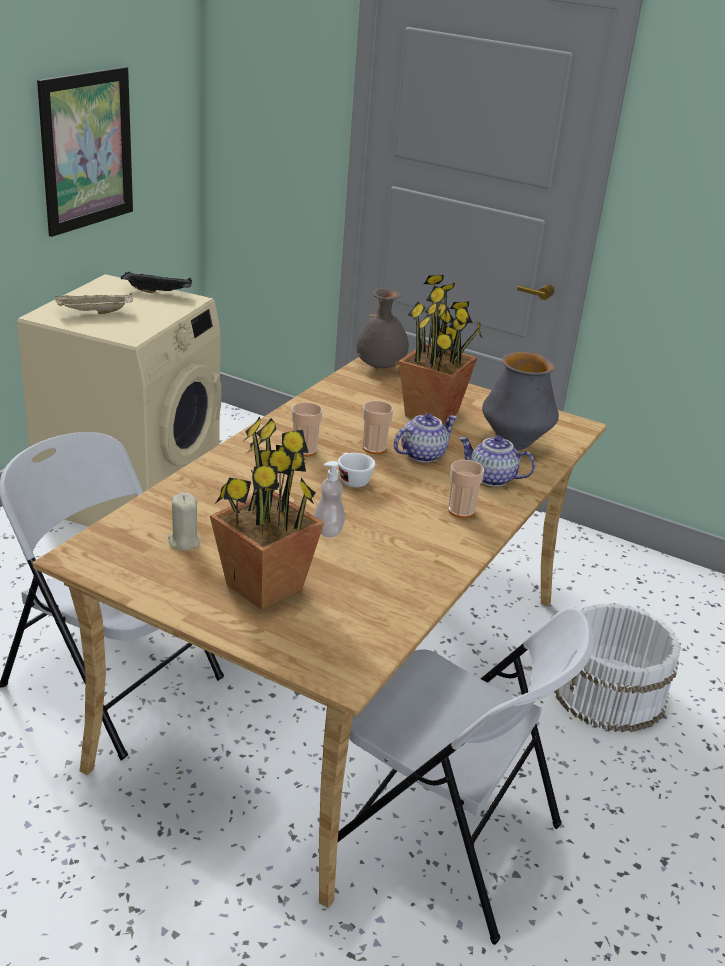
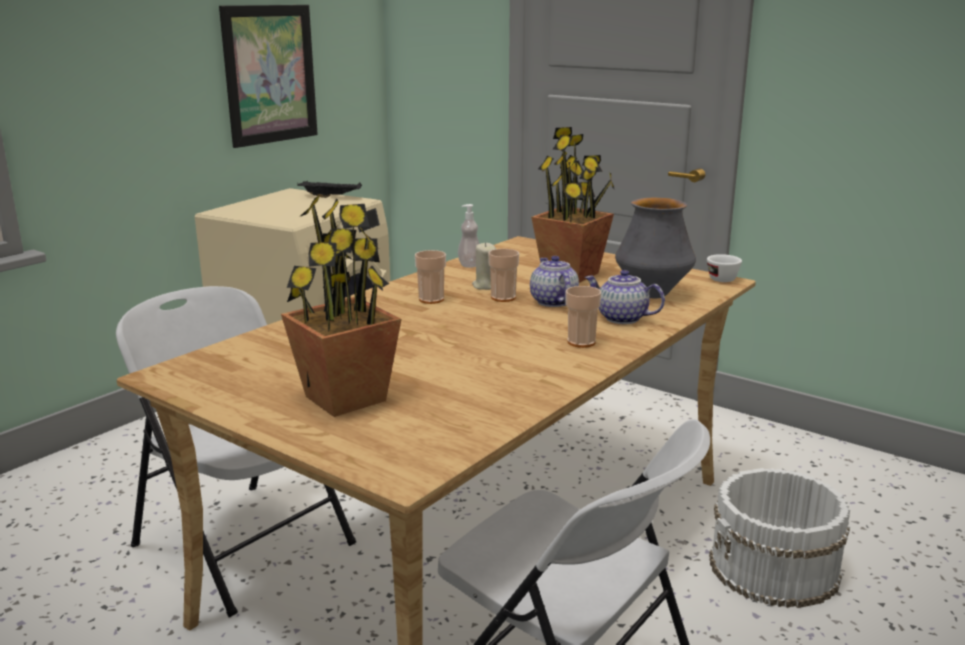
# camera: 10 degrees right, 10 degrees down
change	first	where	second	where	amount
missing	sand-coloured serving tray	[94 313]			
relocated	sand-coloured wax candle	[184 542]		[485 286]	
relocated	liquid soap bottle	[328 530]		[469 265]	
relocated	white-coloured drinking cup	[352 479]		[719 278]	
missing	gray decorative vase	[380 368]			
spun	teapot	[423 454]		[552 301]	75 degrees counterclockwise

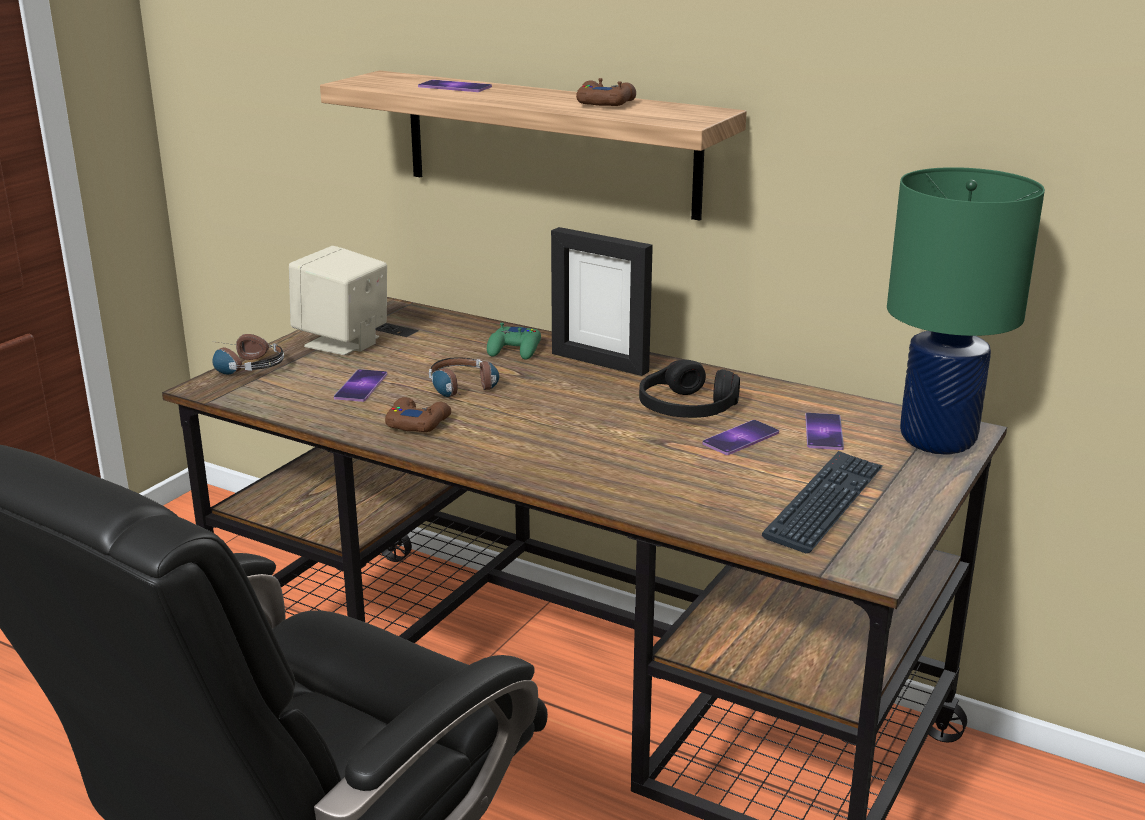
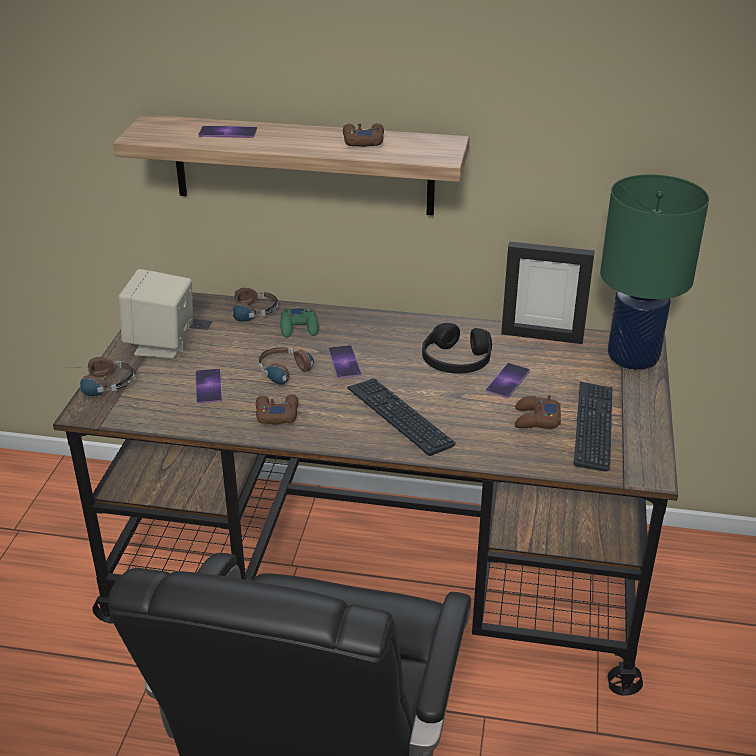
# camera: 20 degrees left, 10 degrees up
change	first	where	second	where	amount
relocated	photo frame	[601 361]		[542 335]	
relocated	telephone	[823 432]		[344 362]	
appeared			headset	[245 312]	
appeared			PC keyboard	[399 417]	
appeared			brown joypad	[536 419]	

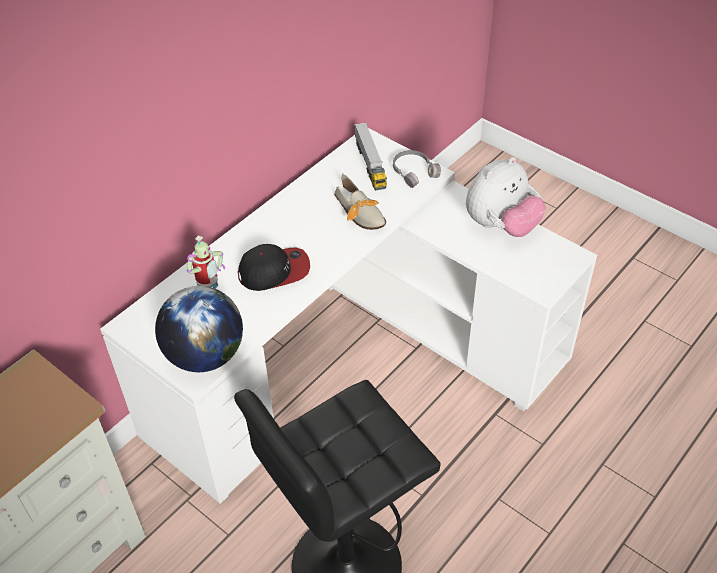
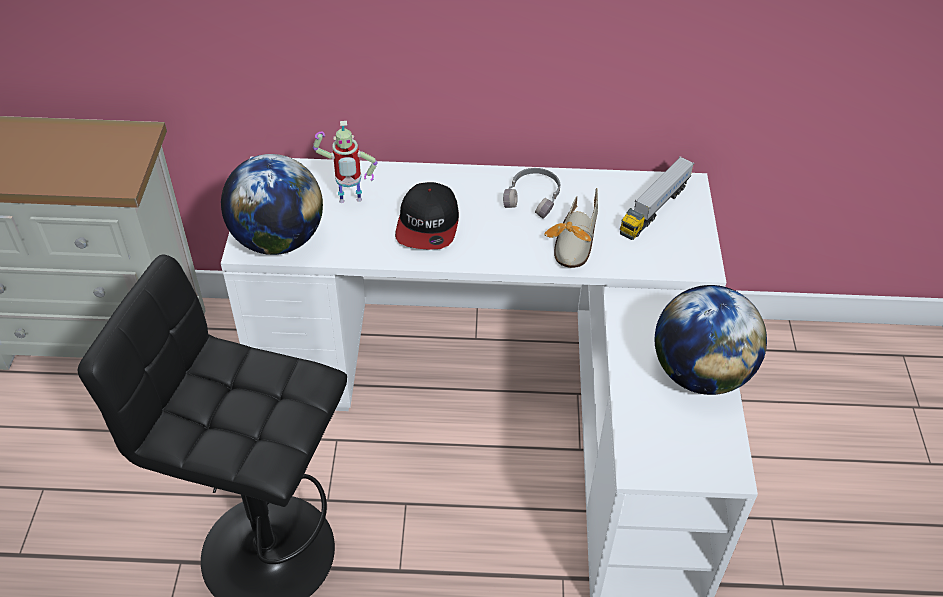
# camera: 50 degrees right, 0 degrees up
change	first	where	second	where	amount
spun	cap	[274 271]		[428 225]	60 degrees clockwise
relocated	gray headset	[414 172]		[534 197]	
exchanged	plush toy	[501 226]	world globe	[700 373]	

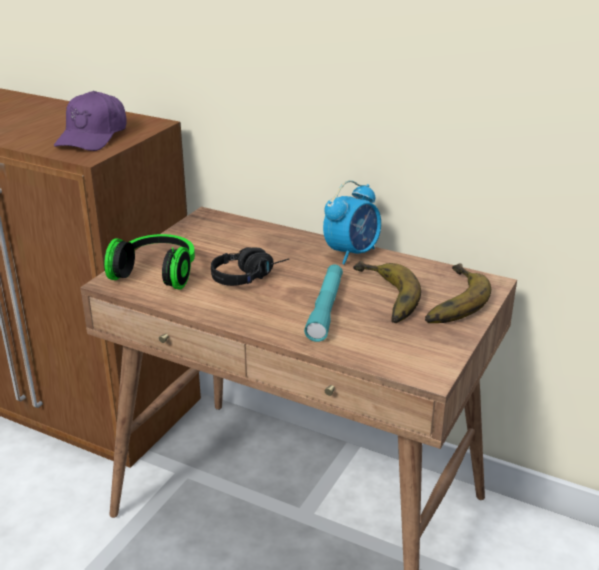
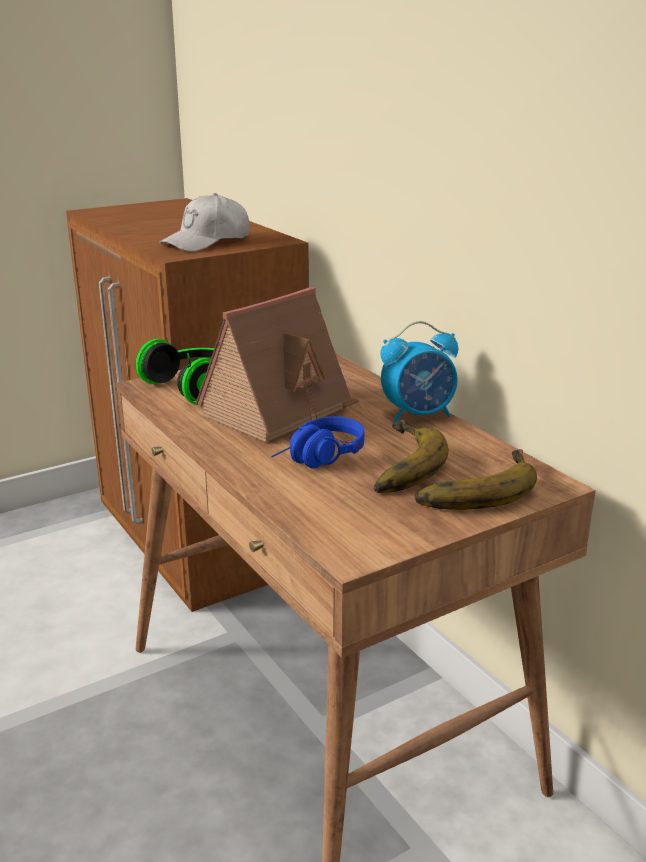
# camera: 30 degrees right, 5 degrees down
change	first	where	second	where	amount
colour	purplish cap	[93 136]	white-coloured cap	[207 242]	
exchanged	blackish headset	[249 276]	toy house	[280 410]	
exchanged	turquoise hand torch	[325 309]	bluish headset	[319 459]	

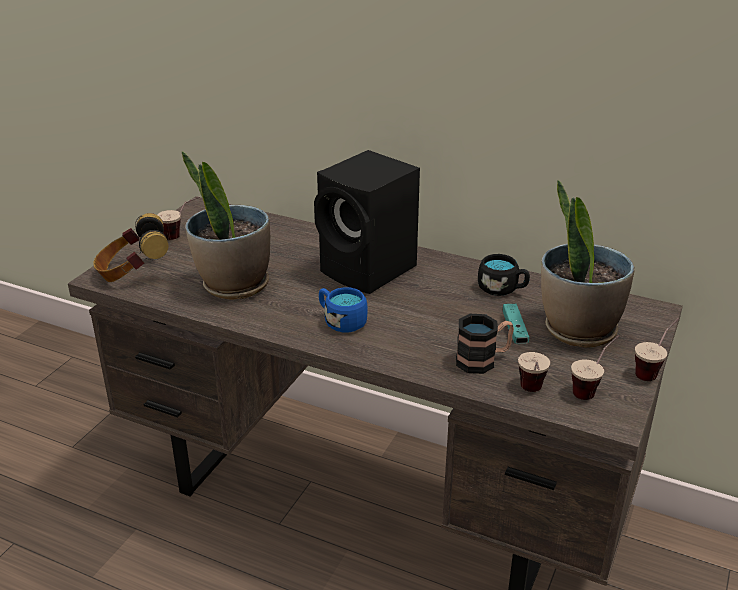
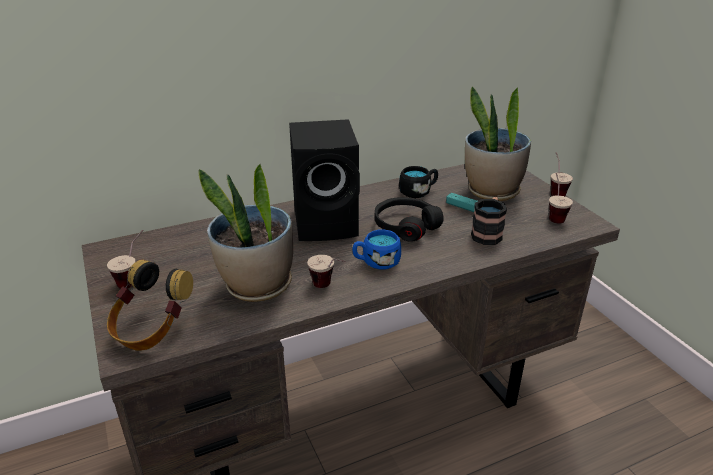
# camera: 50 degrees left, 0 degrees up
change	first	where	second	where	amount
relocated	drinking cup	[531 394]		[328 288]	
appeared			blackish headset	[405 226]	

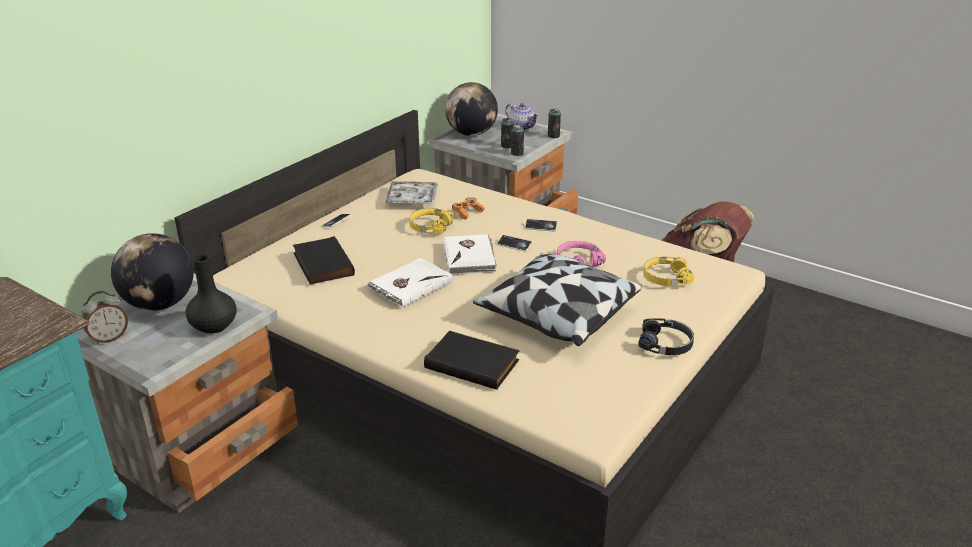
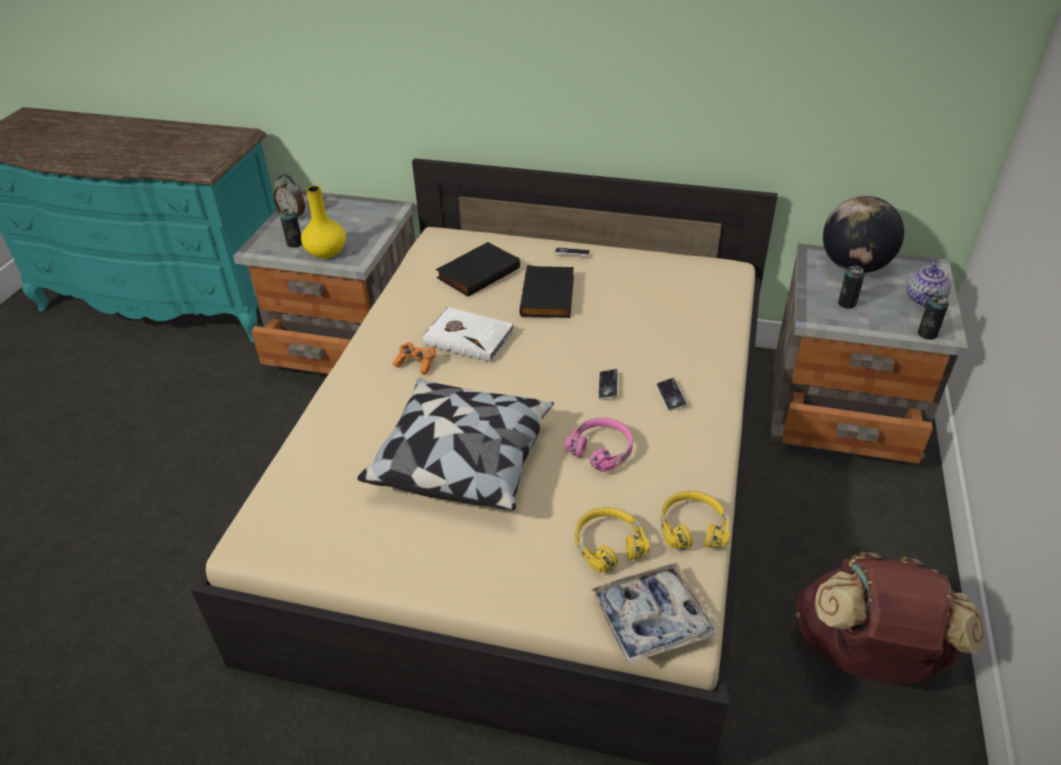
# camera: 70 degrees right, 10 degrees up
change	first	where	second	where	amount
missing	world globe	[160 304]			
colour	blackish decorative vase	[214 325]	yellowish decorative vase	[327 252]	
relocated	serving tray	[412 199]		[651 619]	
relocated	yellowish headset	[430 226]		[692 527]	
relocated	blackish bound book	[473 363]		[549 296]	
missing	white-coloured bound book	[470 257]			
relocated	orange joypad	[467 213]		[416 364]	
relocated	can	[517 153]		[294 243]	
missing	blackish headset	[666 344]			

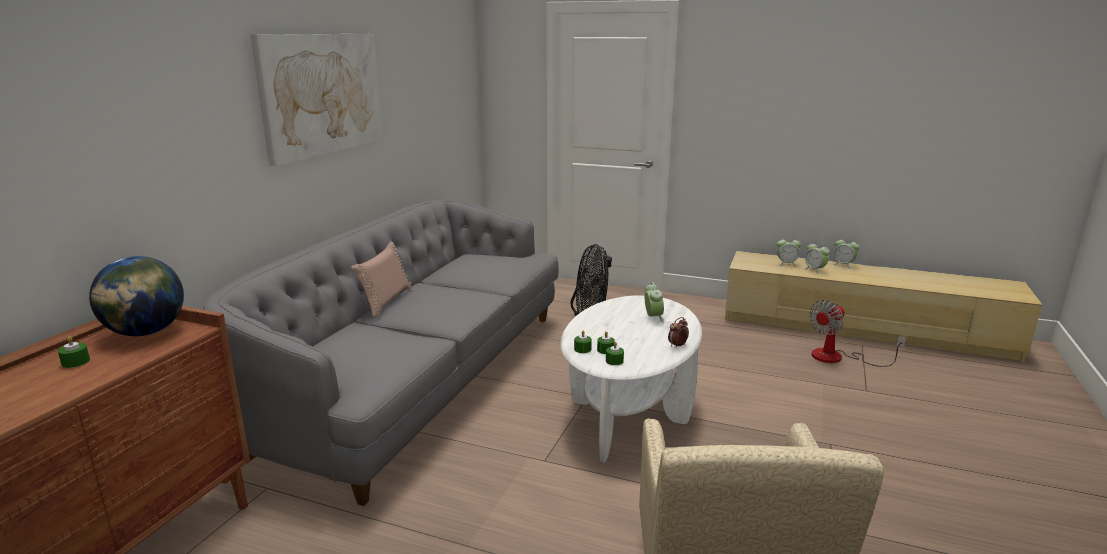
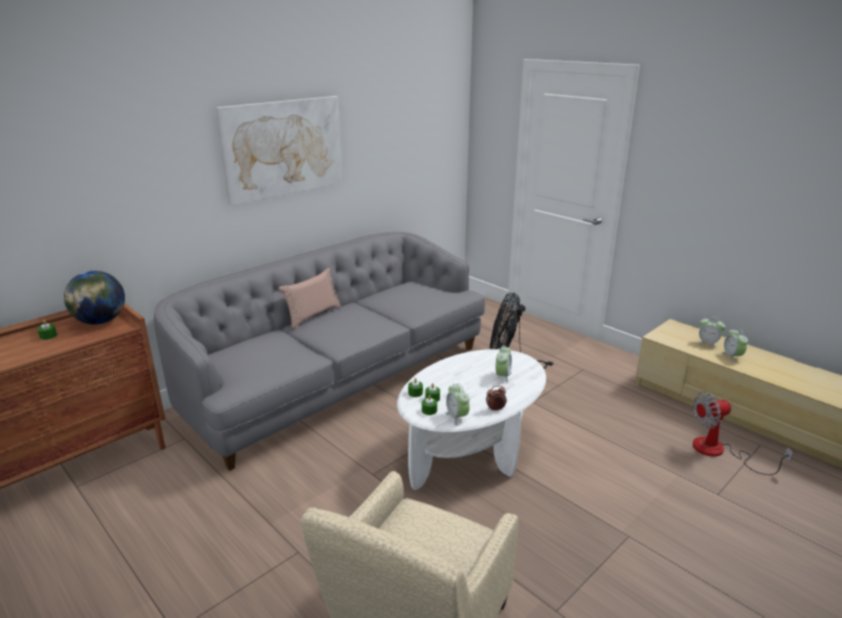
# camera: 25 degrees right, 5 degrees up
change	first	where	second	where	amount
relocated	alarm clock	[843 265]		[457 417]	

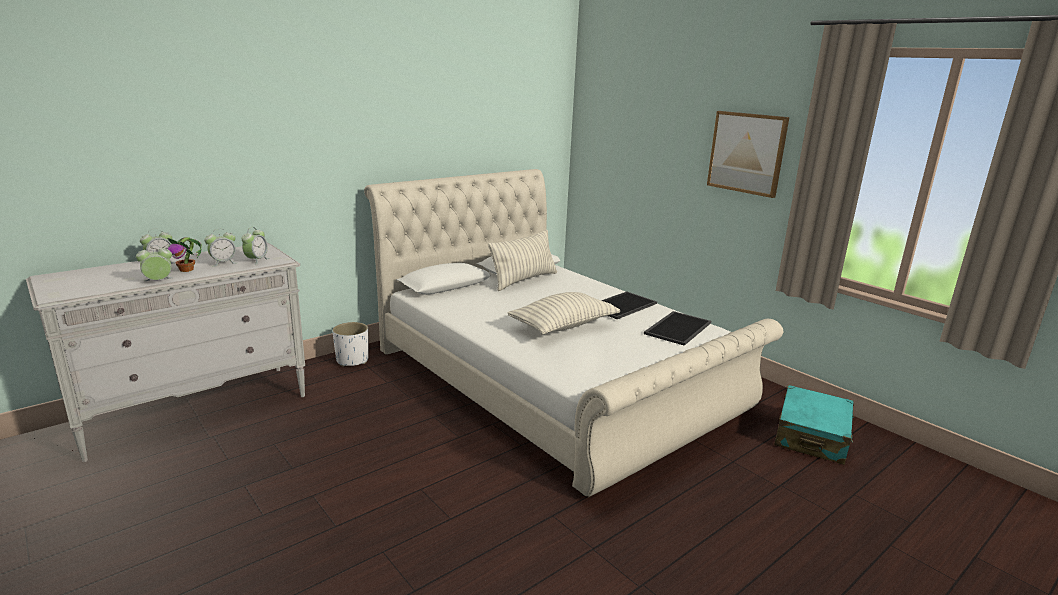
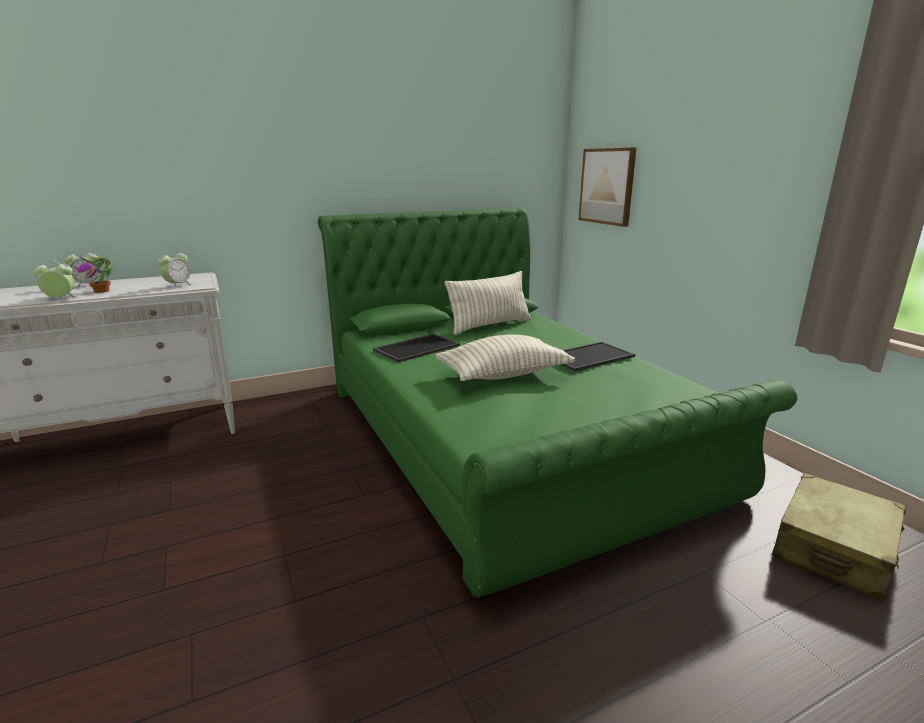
# camera: 15 degrees right, 0 degrees up
change	first	where	second	where	amount
missing	alarm clock	[223 263]			
missing	white-coloured flower pot	[352 360]			
colour	sand-coloured sleeping bed	[552 376]	greenish sleeping bed	[504 435]	
relocated	serving tray	[677 328]		[417 347]	
relocated	picture	[747 153]		[607 186]	
colour	turquoise travel case	[811 436]	sand-coloured travel case	[833 549]	

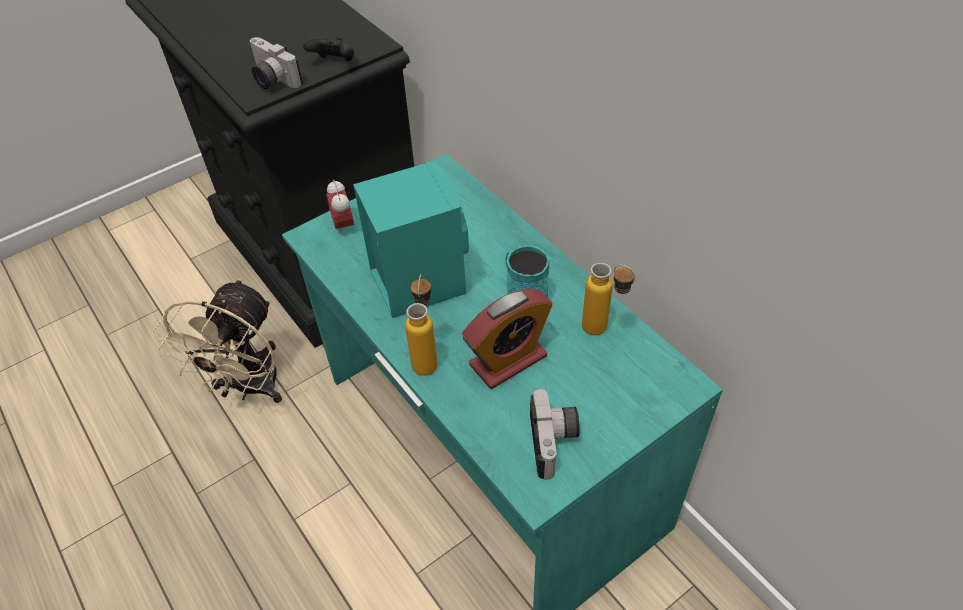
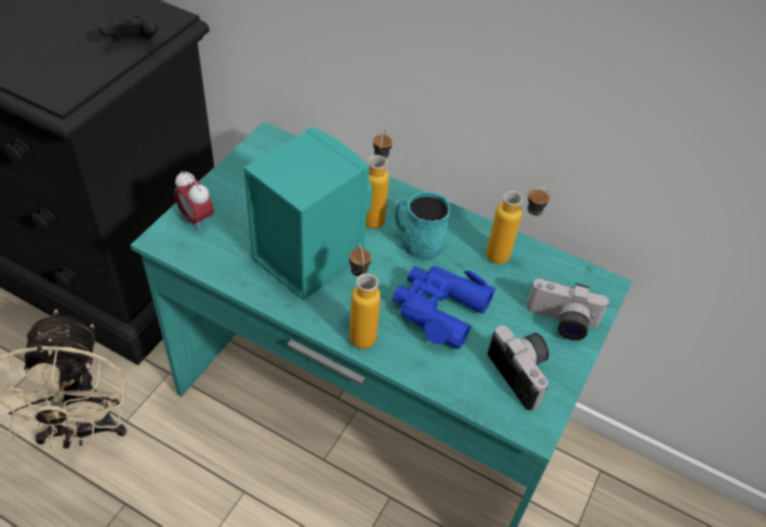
# camera: 30 degrees left, 0 degrees up
change	first	where	second	where	amount
relocated	still camera	[271 80]		[560 323]	
exchanged	alarm clock	[508 360]	bluish field glasses	[438 309]	
appeared			bottle	[375 214]	

